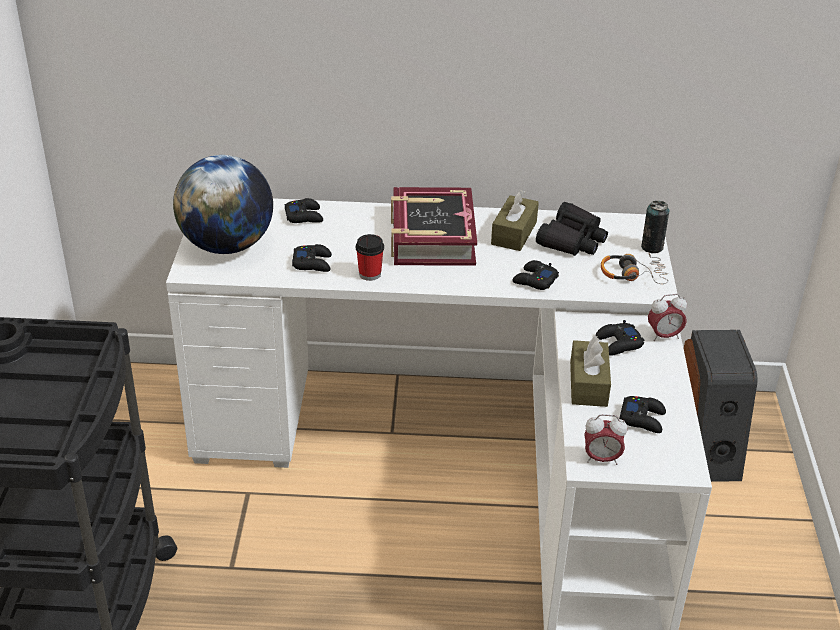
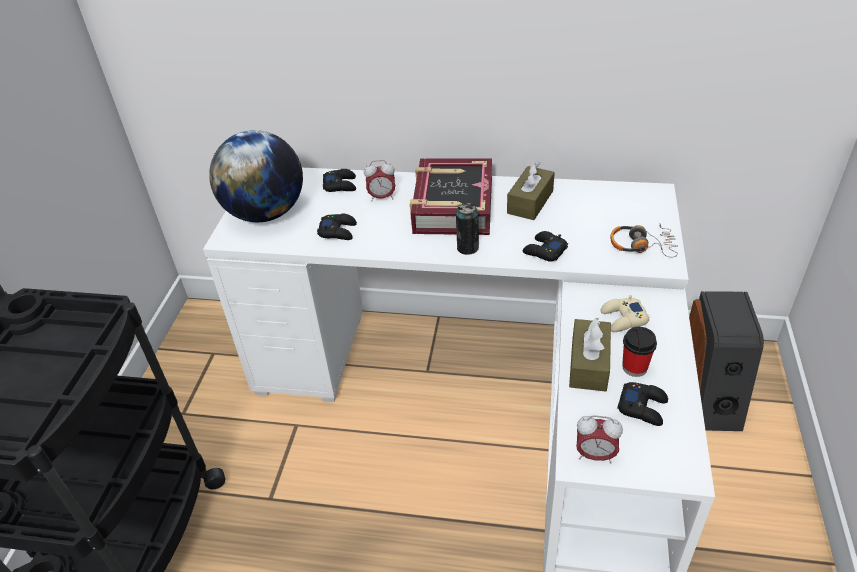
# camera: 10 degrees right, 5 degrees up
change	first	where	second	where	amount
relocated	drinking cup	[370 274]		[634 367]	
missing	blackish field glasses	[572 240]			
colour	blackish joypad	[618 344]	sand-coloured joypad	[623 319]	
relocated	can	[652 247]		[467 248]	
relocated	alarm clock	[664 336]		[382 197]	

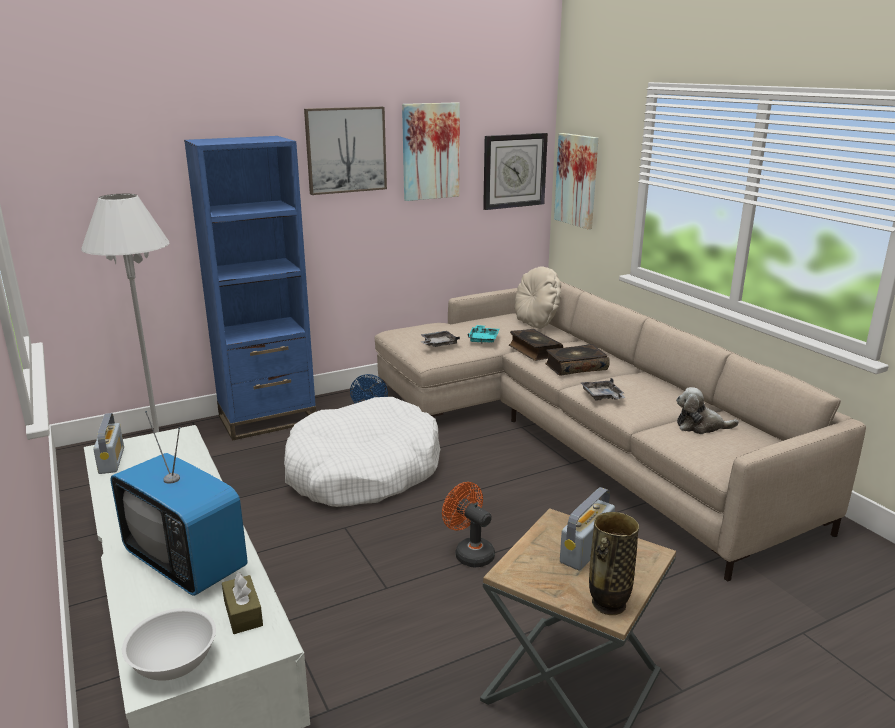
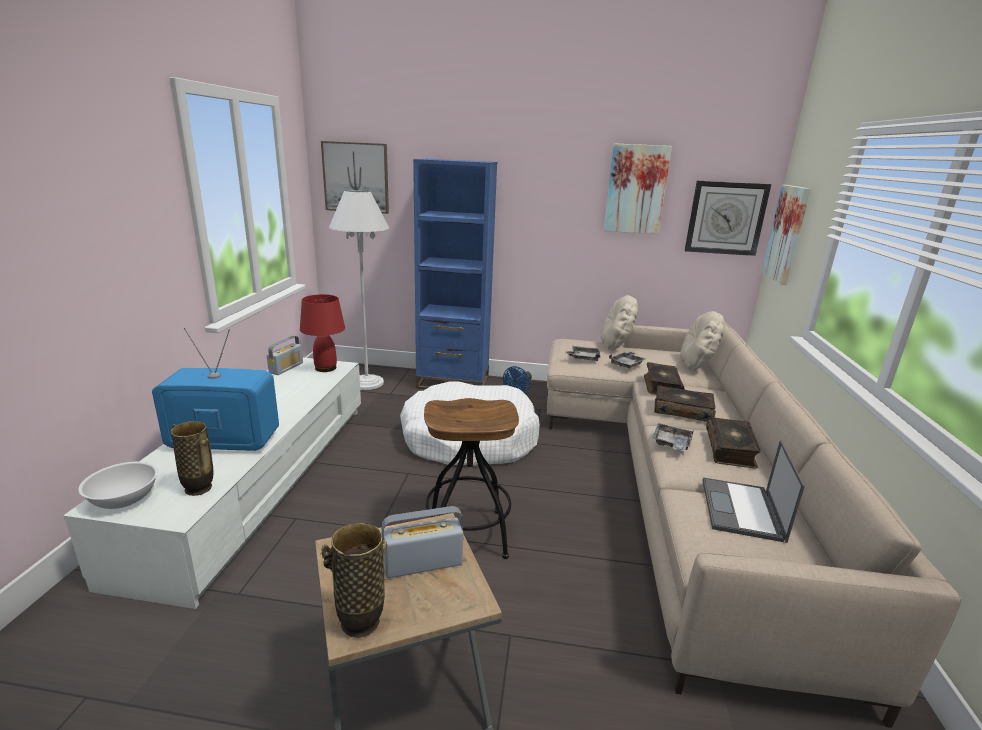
# camera: 35 degrees right, 0 degrees up
change	first	where	second	where	amount
spun	TV set	[186 563]		[224 442]	105 degrees clockwise
exchanged	brown tissue box	[243 613]	decorative vase	[199 488]	
relocated	picture	[346 150]		[356 177]	
exchanged	orange electric fan	[469 553]	brown stool	[467 534]	
colour	turquoise serving tray	[483 339]	gray serving tray	[627 364]	
exchanged	plush toy	[700 426]	laptop	[742 510]	
appeared			reddish lamp for a table	[325 368]	
appeared			sand-coloured throw pillow	[615 346]	
appeared			bound book	[731 450]	

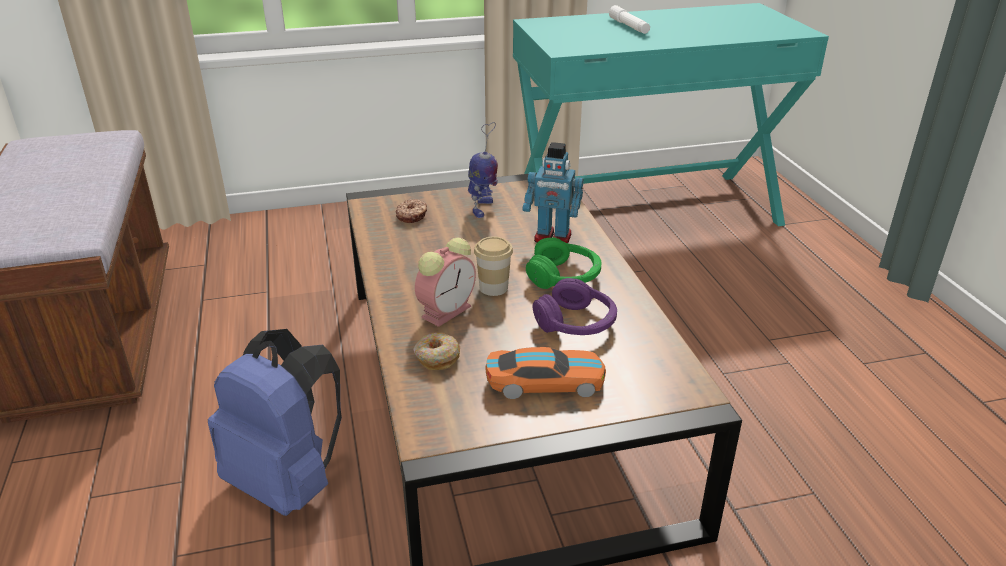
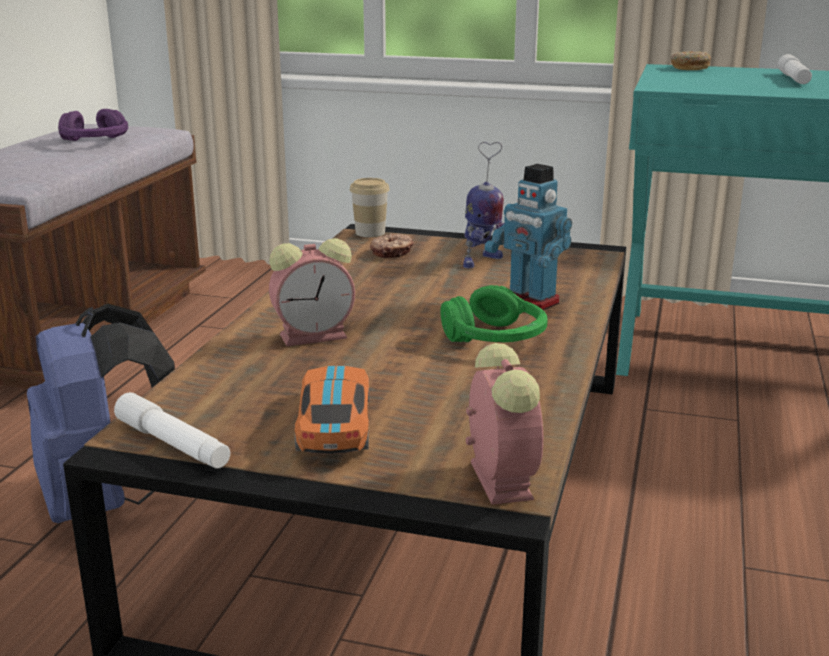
# camera: 30 degrees right, 10 degrees down
change	first	where	second	where	amount
relocated	ring doughnut	[437 357]		[689 68]	
relocated	drinking cup	[493 288]		[370 233]	
spun	miniature car	[545 382]		[334 424]	120 degrees counterclockwise
relocated	purplish headset	[576 323]		[95 141]	
appeared			white-coloured hand torch	[173 444]	
appeared			alarm clock	[498 478]	

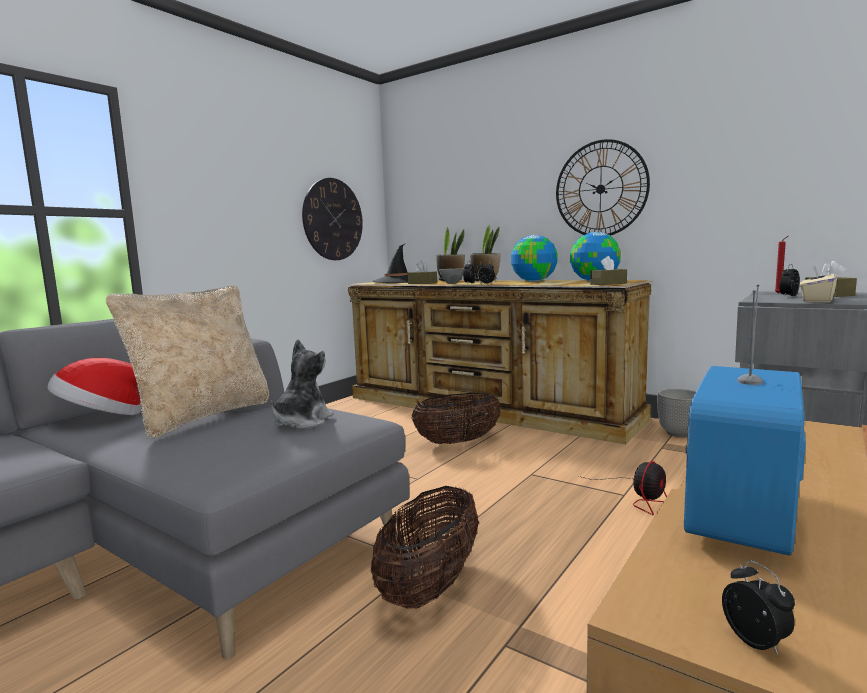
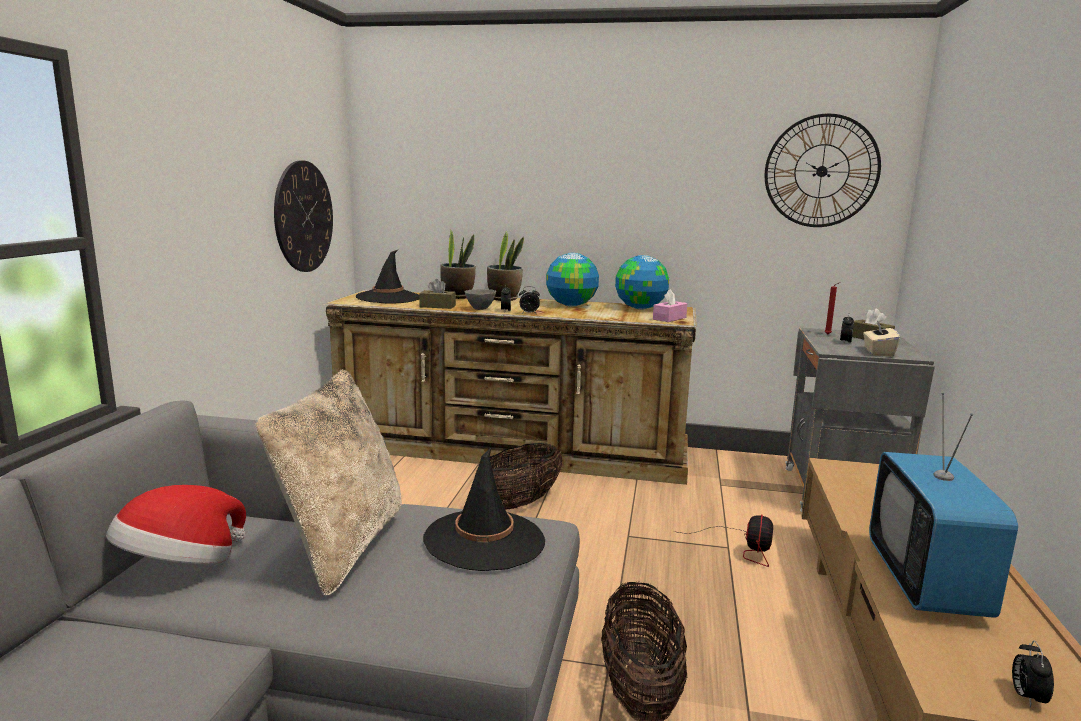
# camera: 25 degrees left, 5 degrees up
change	first	where	second	where	amount
exchanged	plush toy	[302 422]	blackish wearable hat	[484 540]	
relocated	clock on the wall	[600 189]		[821 171]	
colour	brown tissue box	[608 284]	pink-coloured tissue box	[669 318]	
missing	flower pot	[679 433]			
spun	alarm clock	[756 642]		[1026 697]	120 degrees counterclockwise

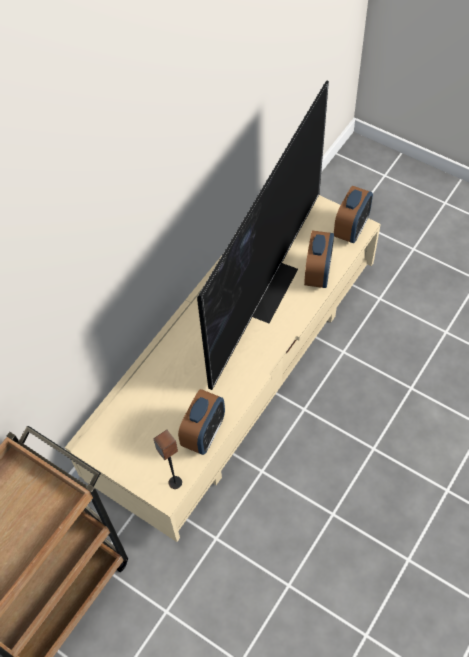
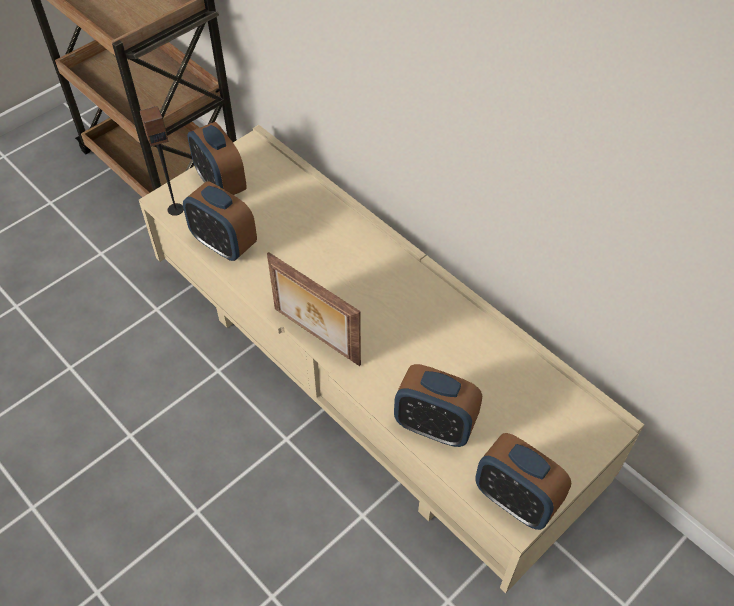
# camera: 100 degrees right, 5 degrees down
change	first	where	second	where	amount
missing	TV set	[266 287]			
appeared			alarm clock	[221 185]	
appeared			photo frame	[315 337]	

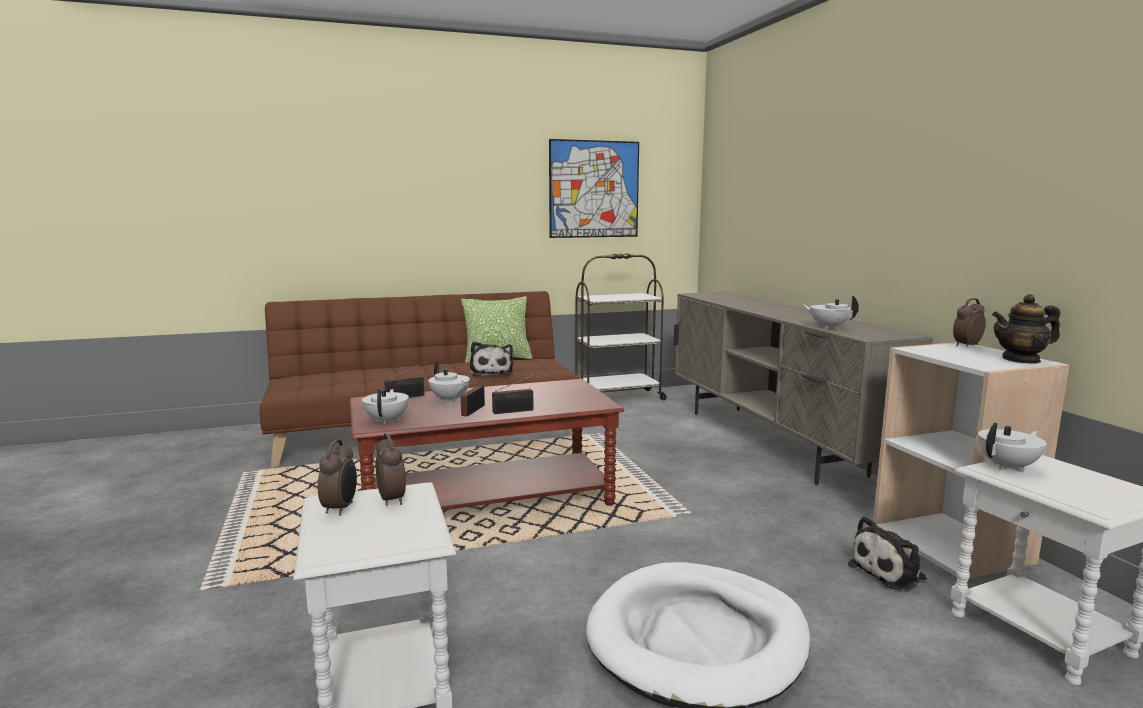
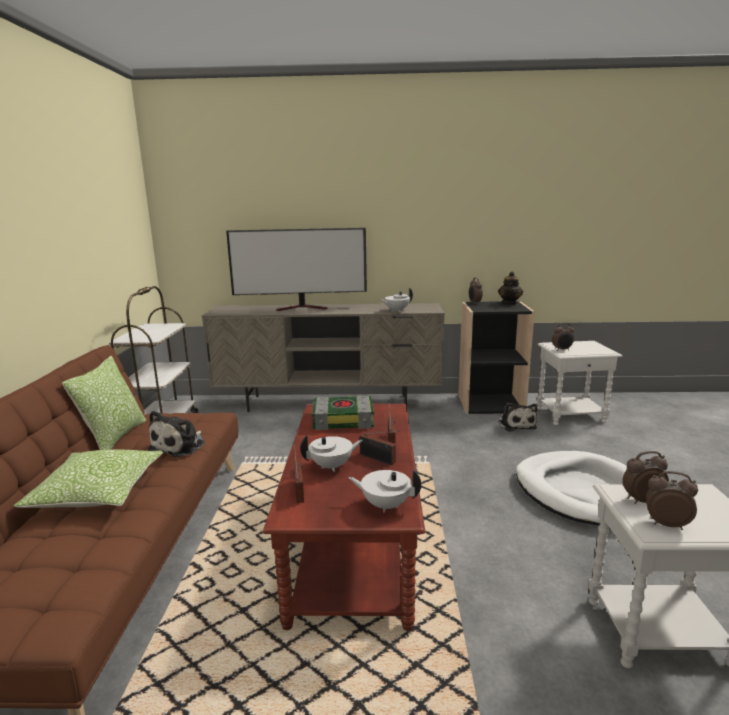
# camera: 70 degrees left, 5 degrees up
change	first	where	second	where	amount
spun	plush toy	[491 372]		[180 446]	105 degrees clockwise
missing	picture	[594 189]			
colour	white-coloured bookcase	[953 544]	blackish bookcase	[491 403]	
exchanged	white-coloured teapot	[1008 467]	alarm clock	[562 350]	
appeared			throw pillow	[98 493]	
appeared			TV set	[303 308]	
appeared			bound book	[344 419]	

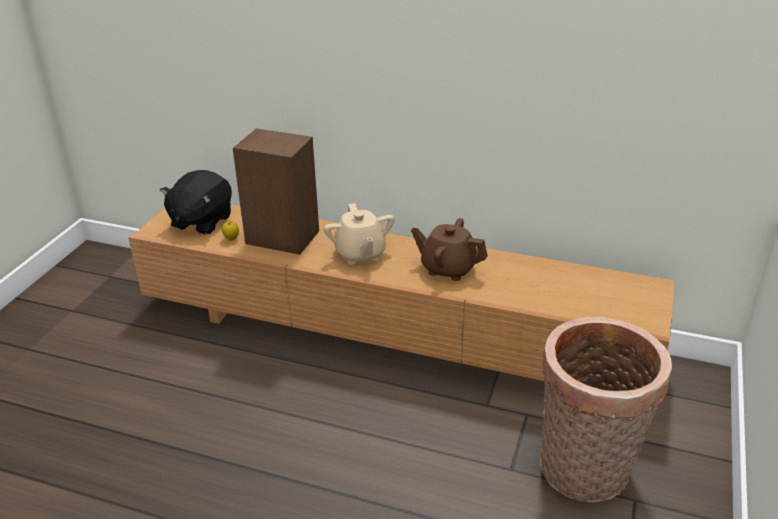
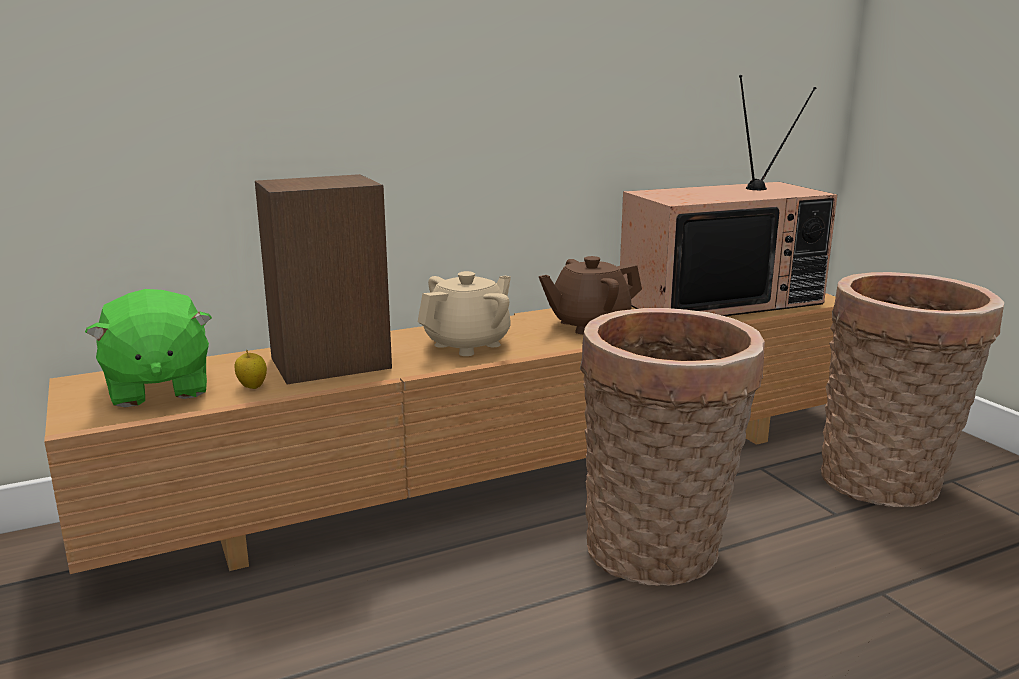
# camera: 45 degrees left, 15 degrees down
change	first	where	second	where	amount
colour	blackish plush toy	[201 221]	greenish plush toy	[157 388]	
spun	sand-coloured teapot	[360 254]		[468 344]	75 degrees counterclockwise
appeared			household basket	[659 553]	
appeared			TV set	[720 300]	

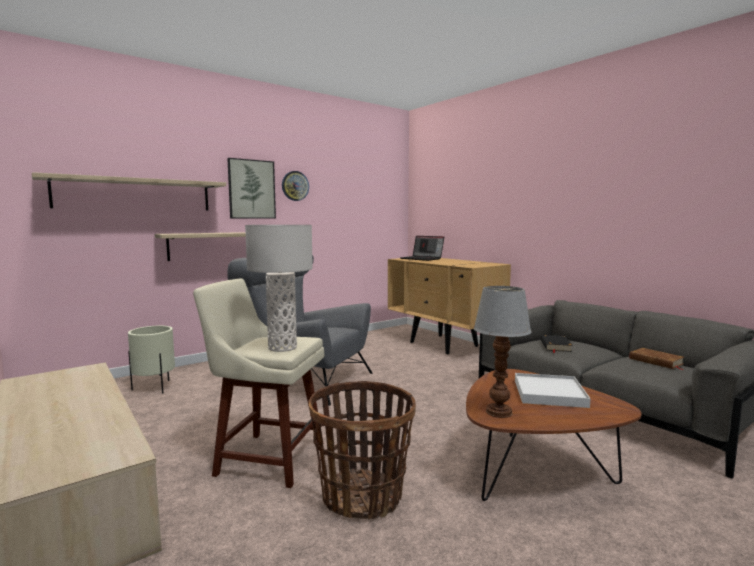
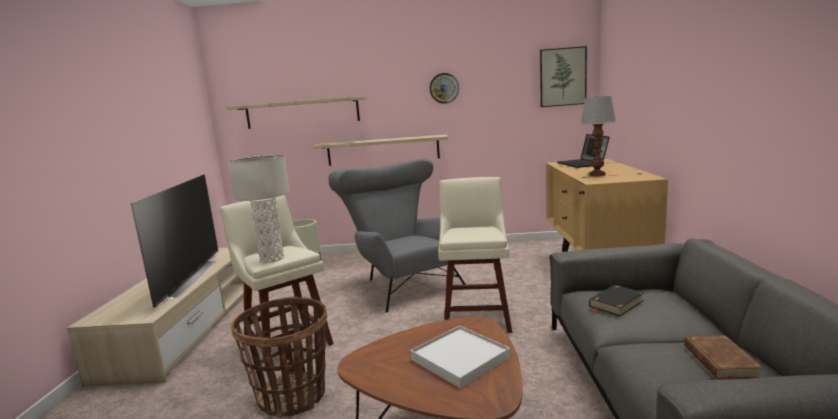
# camera: 40 degrees right, 5 degrees up
change	first	where	second	where	amount
relocated	picture	[251 189]		[562 77]	
relocated	lamp for a table	[497 412]		[596 174]	
appeared			TV set	[185 279]	
appeared			sand-coloured stool	[477 316]	

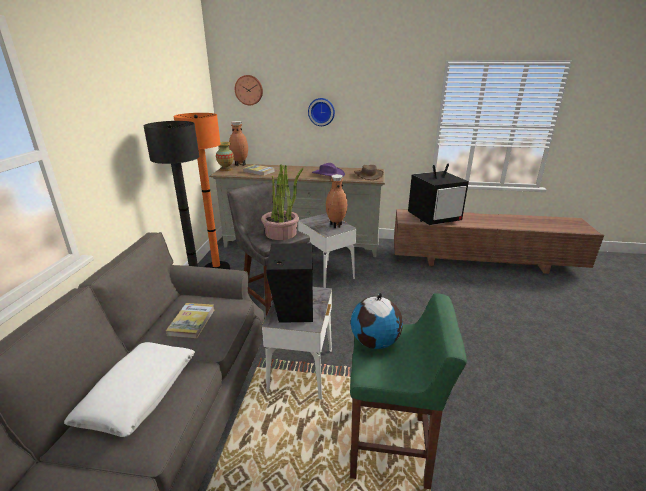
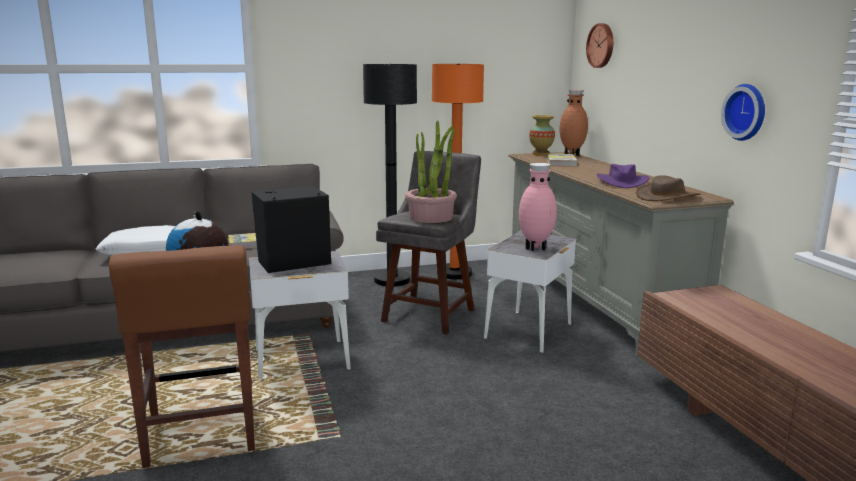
# camera: 65 degrees right, 10 degrees down
change	first	where	second	where	amount
relocated	clock on the wall	[321 112]		[747 112]	
colour	brown decorative vase	[335 225]	pink-coloured decorative vase	[535 248]	
colour	greenish stool	[391 446]	brown stool	[200 434]	
missing	TV set	[434 218]			

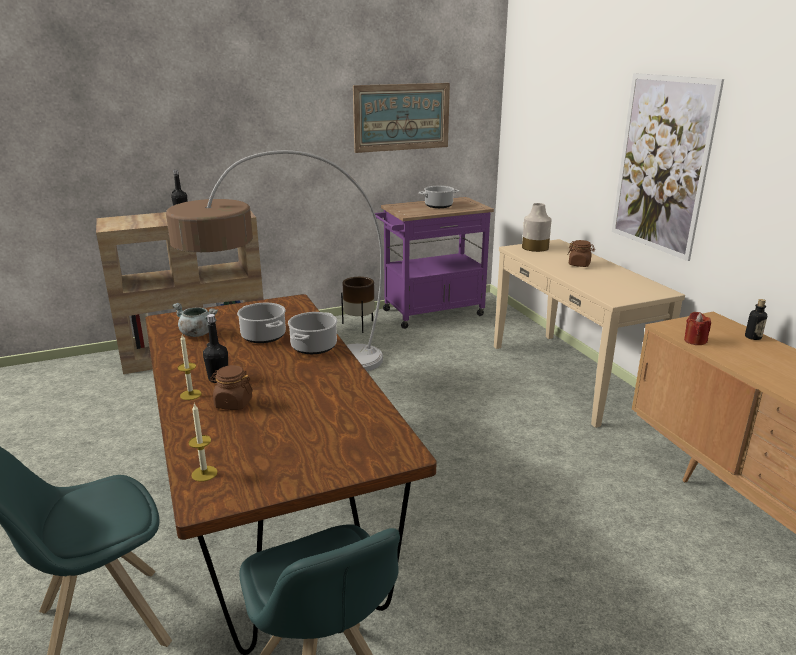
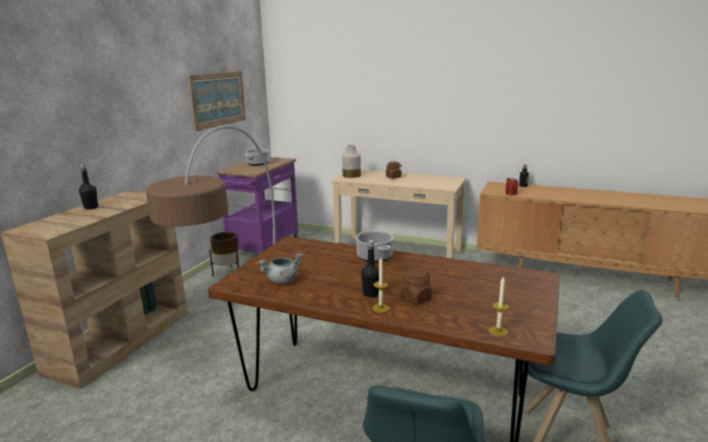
# camera: 45 degrees left, 5 degrees down
change	first	where	second	where	amount
missing	saucepot	[263 336]			
missing	picture	[661 164]			

